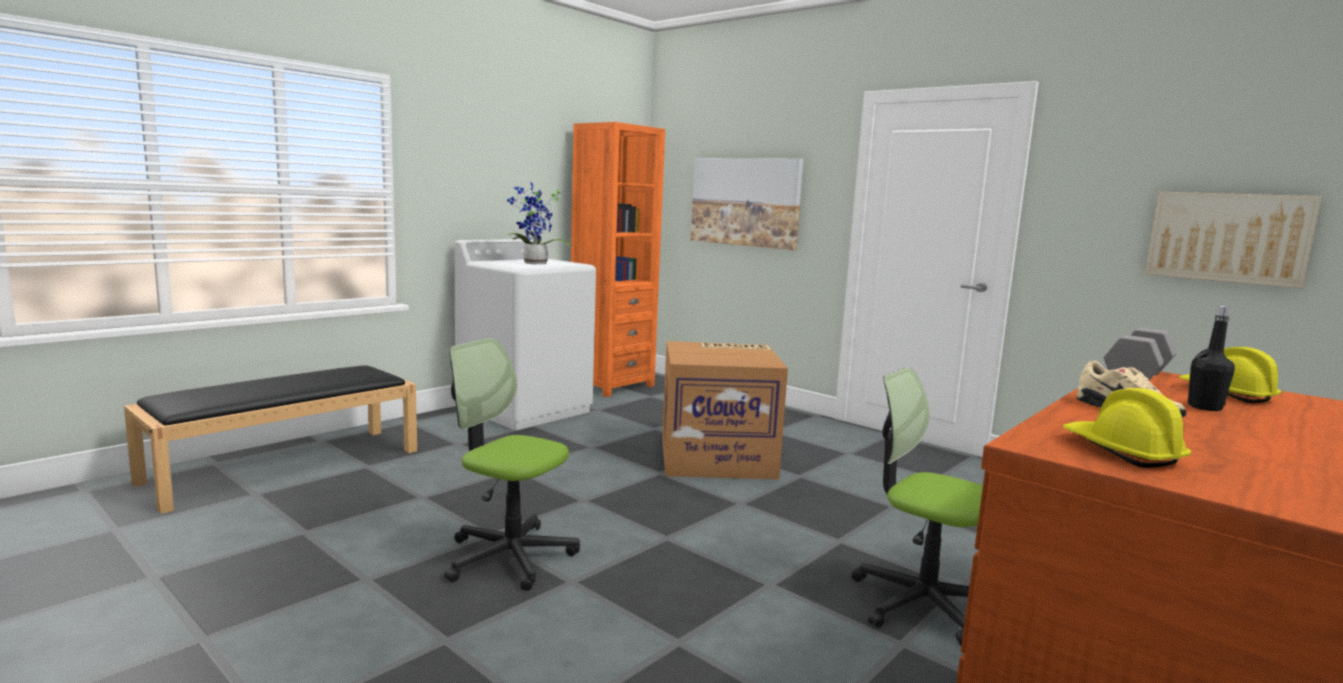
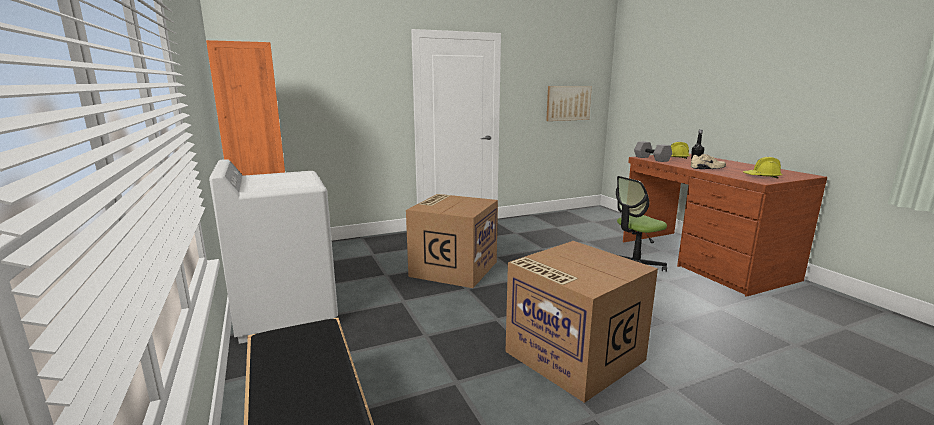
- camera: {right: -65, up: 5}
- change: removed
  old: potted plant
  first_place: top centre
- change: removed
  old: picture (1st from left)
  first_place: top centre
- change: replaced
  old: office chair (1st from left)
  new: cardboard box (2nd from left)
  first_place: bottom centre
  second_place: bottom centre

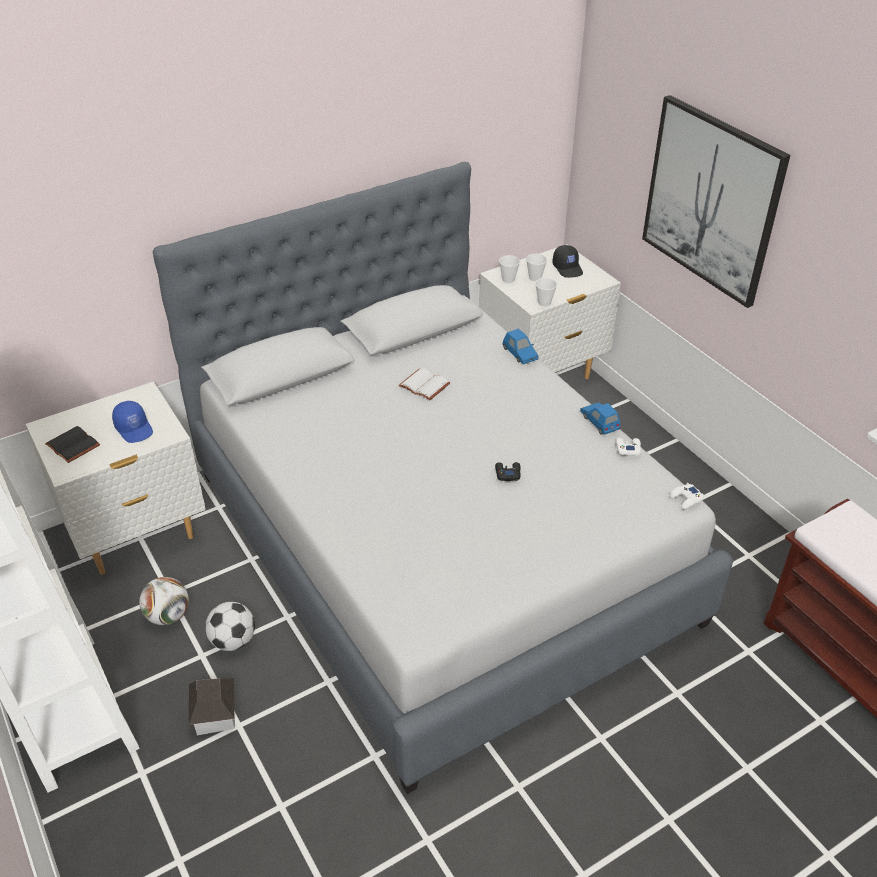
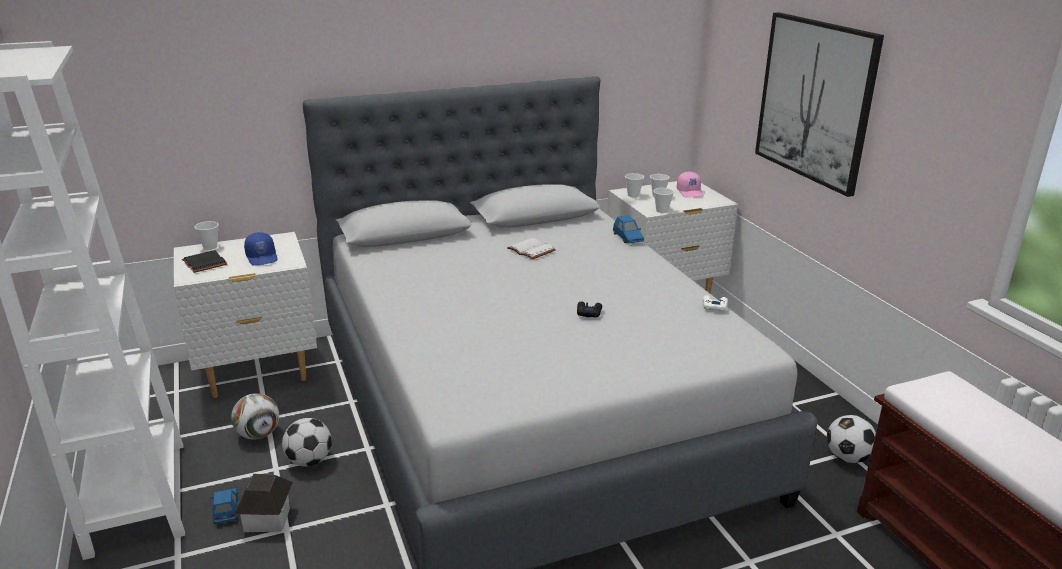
- camera: {right: 10, up: -15}
- change: removed
  old: white game controller (2nd from left)
  first_place: middle right
- change: added
  new: cup (1st from left)
  second_place: middle left
- change: added
  new: football (3rd from left)
  second_place: bottom right
- change: moved
  old: blue toy car (2nd from left in the first image)
  new: blue toy car (1st from left)
  first_place: middle right
  second_place: bottom left
- change: recoloured
  old: black cap
  new: pink cap
  first_place: top centre
  second_place: top centre

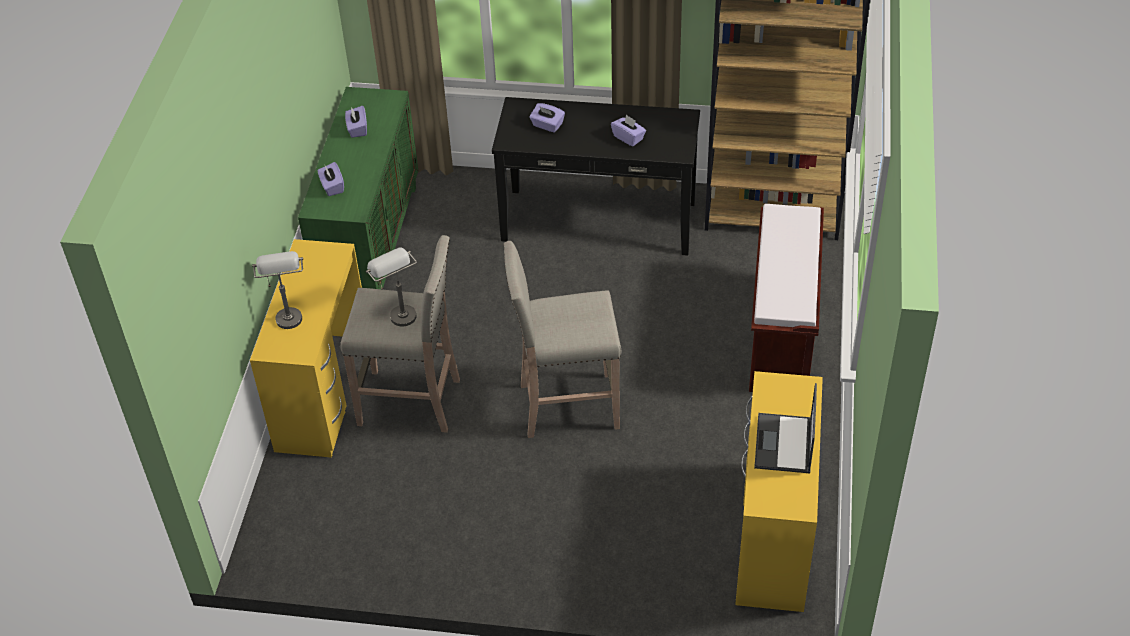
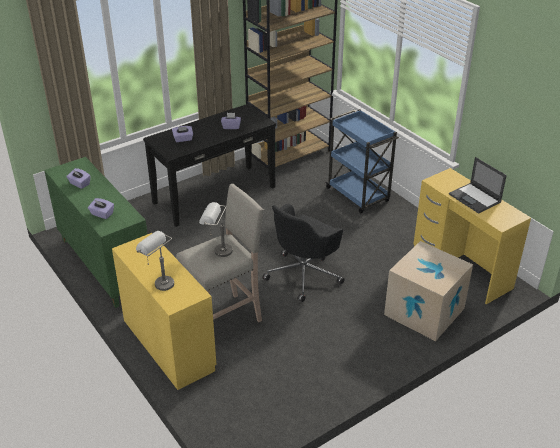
- camera: {right: -45, up: -10}
- change: added
  new: cardboard box
  second_place: middle right
- change: replaced
  old: beige stool (2nd from left)
  new: black office chair
  first_place: centre
  second_place: centre
- change: replaced
  old: brown bench
  new: blue cart
  first_place: middle right
  second_place: centre

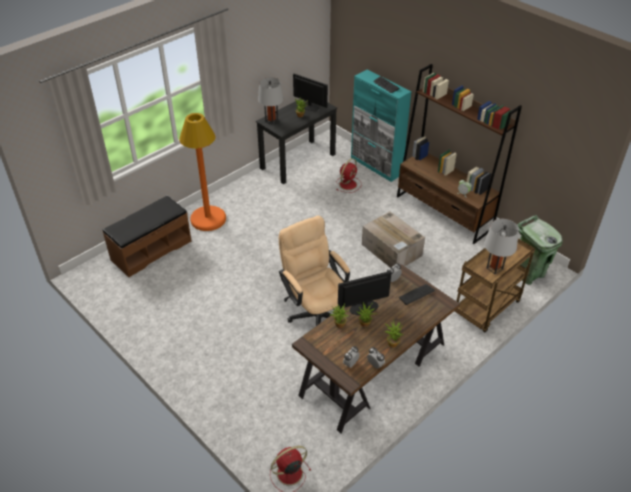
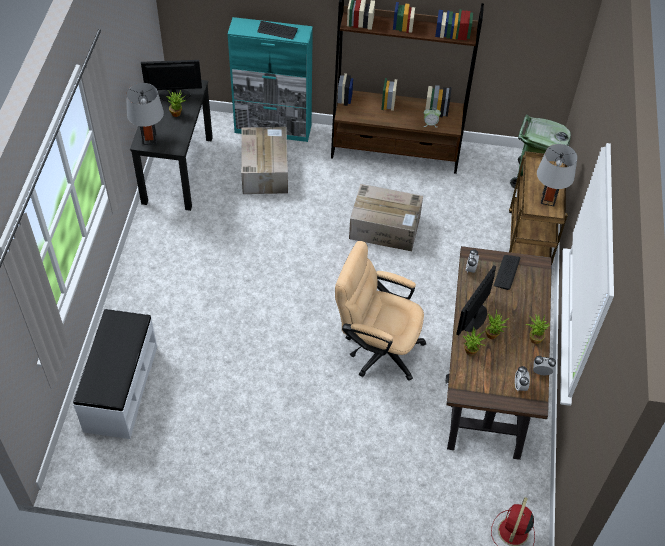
- camera: {right: -40, up: 10}
- change: removed
  old: orange floor lamp
  first_place: middle left
- change: replaced
  old: red fan (2nd from left)
  new: cardboard box (1st from left)
  first_place: centre
  second_place: top centre
- change: recoloured
  old: brown bench
  new: white bench
  first_place: middle left
  second_place: bottom left

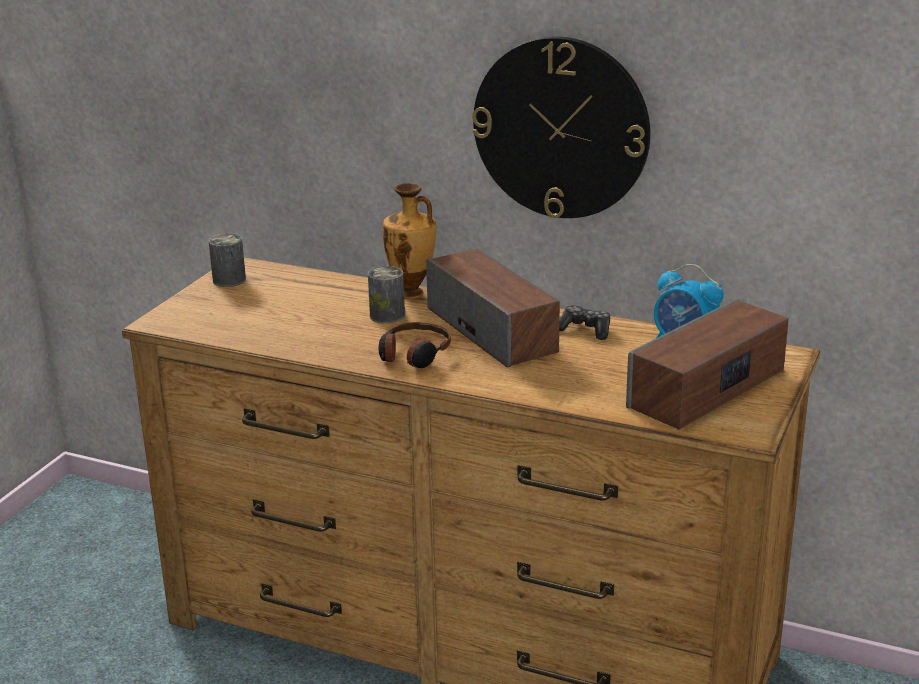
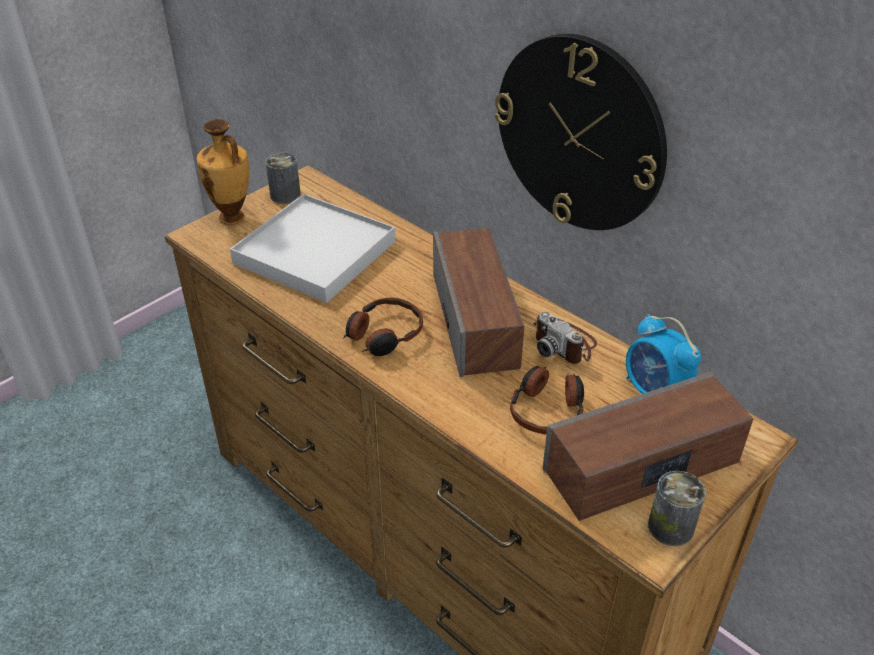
- camera: {right: 20, up: 15}
- change: added
  new: white tray
  second_place: centre
- change: added
  new: headphones (2nd from left)
  second_place: centre
- change: moved
  old: can (2nd from left)
  first_place: centre
  second_place: bottom right
- change: moved
  old: vase
  first_place: centre
  second_place: top left
- change: replaced
  old: game controller
  new: photo camera
  first_place: centre
  second_place: centre

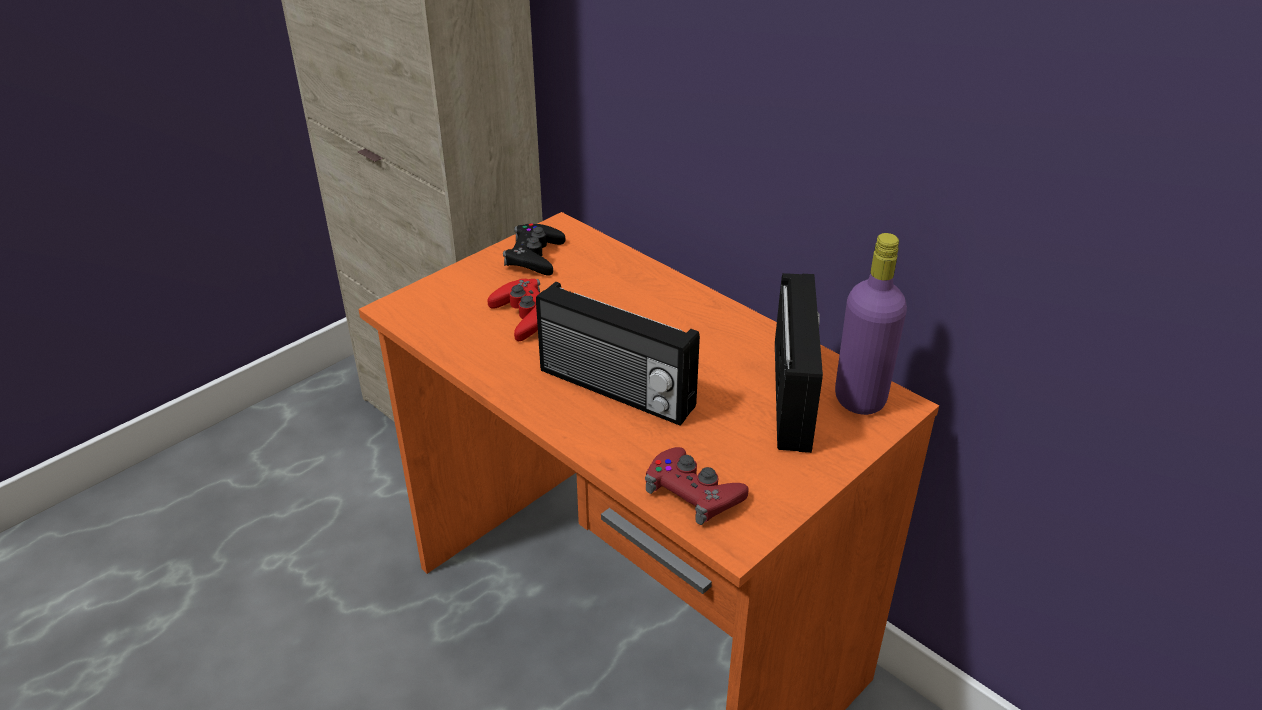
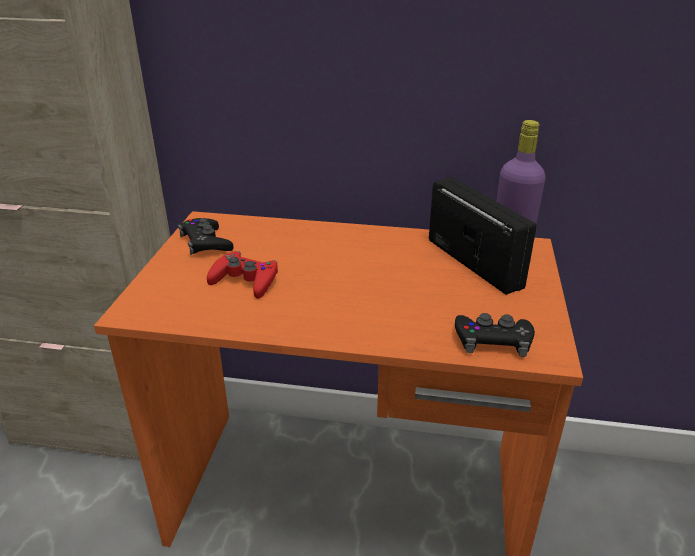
- camera: {right: -35, up: -5}
- change: removed
  old: radio (1st from left)
  first_place: centre
- change: recoloured
  old: red game controller (2nd from left)
  new: black game controller (2nd from left)
  first_place: bottom centre
  second_place: middle right

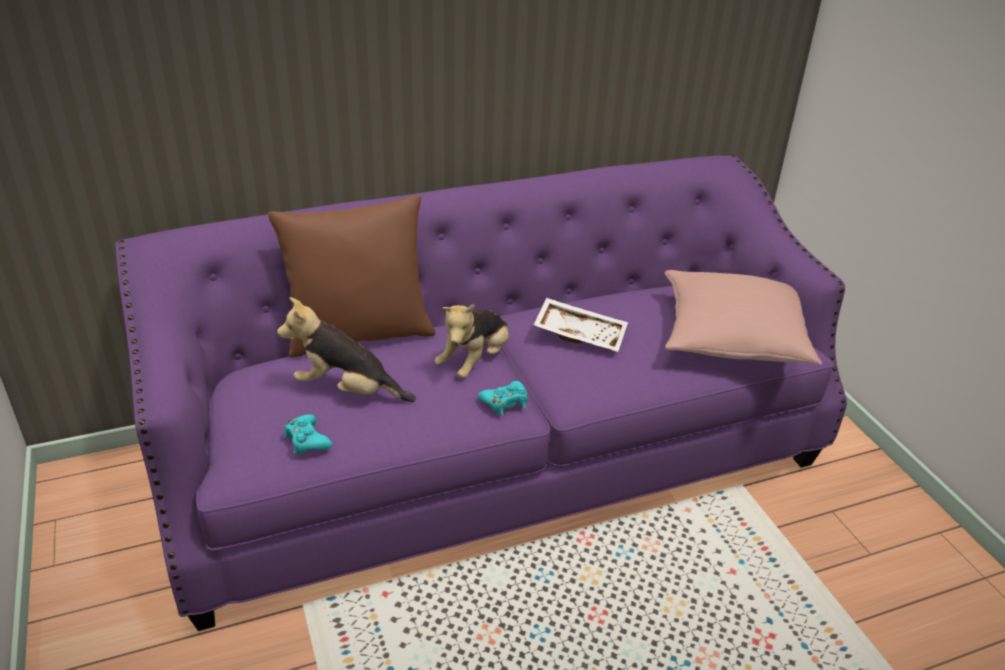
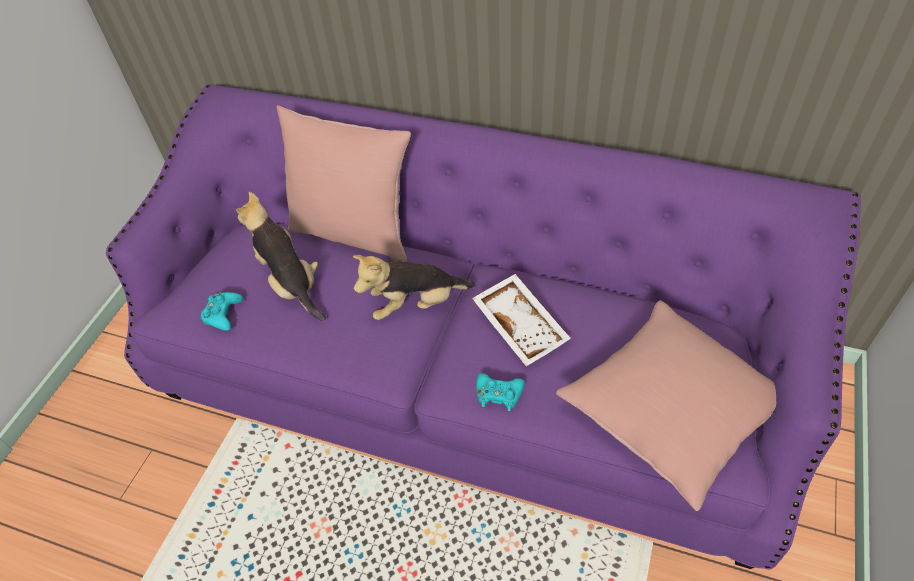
- camera: {right: 45, up: 15}
- change: moved
  old: turquoise game controller (2nd from left)
  first_place: centre
  second_place: bottom centre
- change: recoloured
  old: brown pillow
  new: pink pillow (1st from left)
  first_place: centre
  second_place: top centre

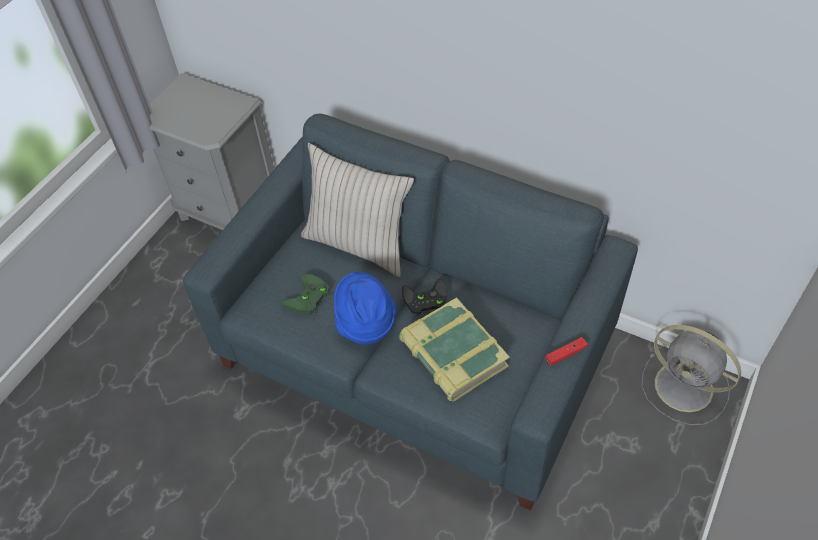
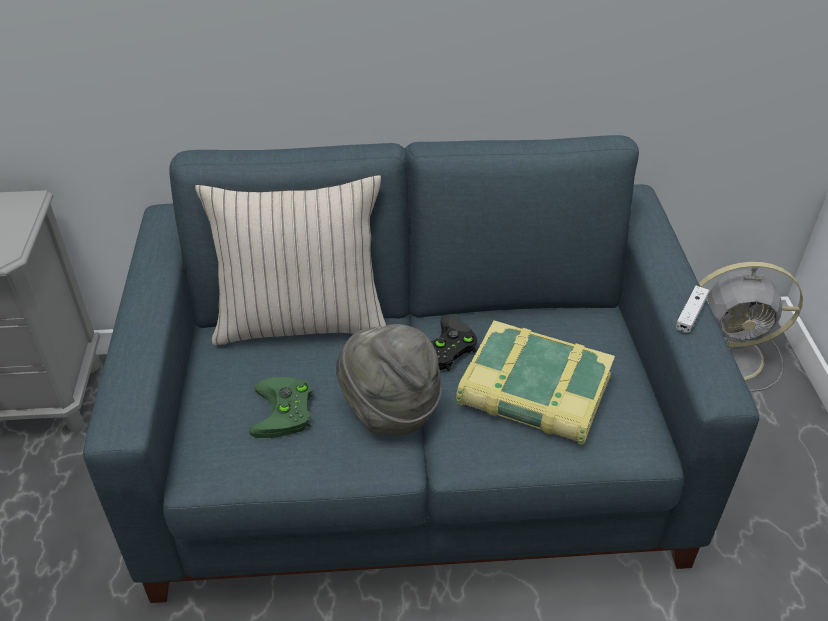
- camera: {right: -35, up: -10}
- change: recoloured
  old: blue hat
  new: grey hat
  first_place: centre
  second_place: centre
- change: recoloured
  old: red game controller
  new: white game controller
  first_place: middle right
  second_place: middle right

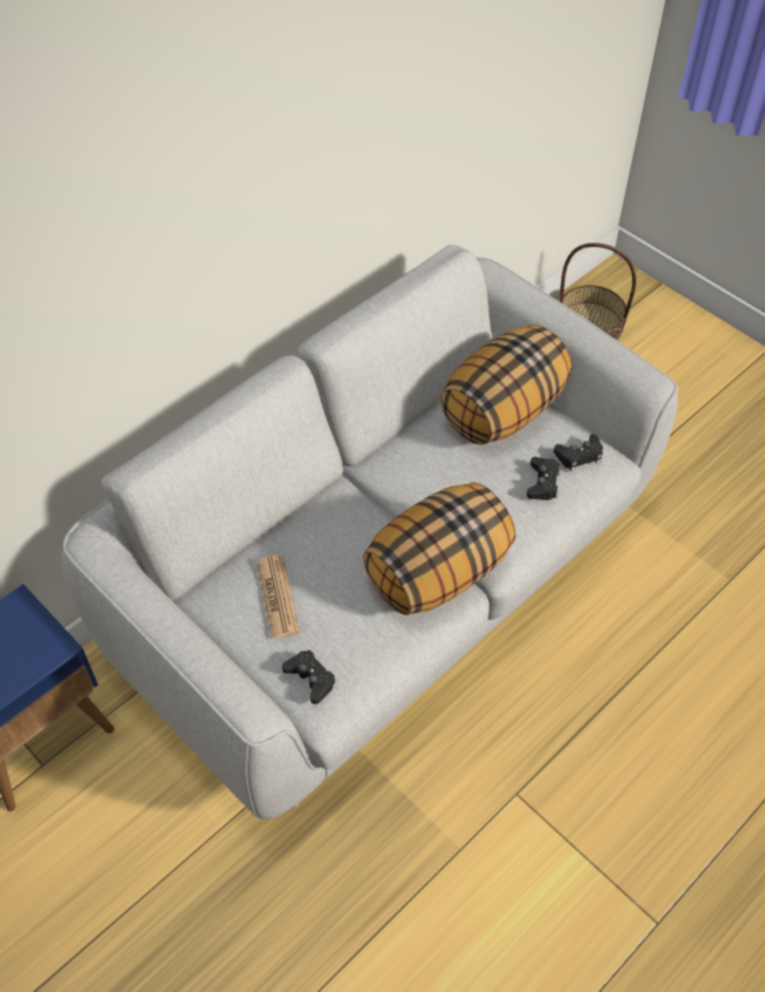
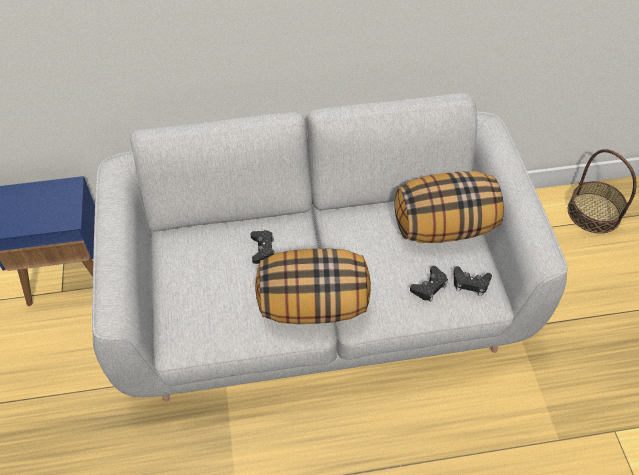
- camera: {right: 35, up: 0}
- change: removed
  old: newspaper
  first_place: centre
- change: moved
  old: black game controller (1st from left)
  first_place: bottom centre
  second_place: centre

